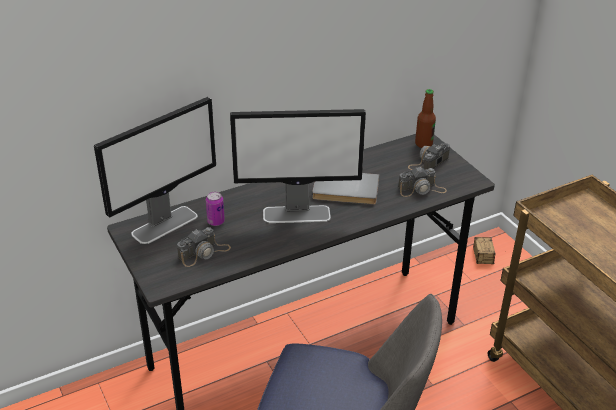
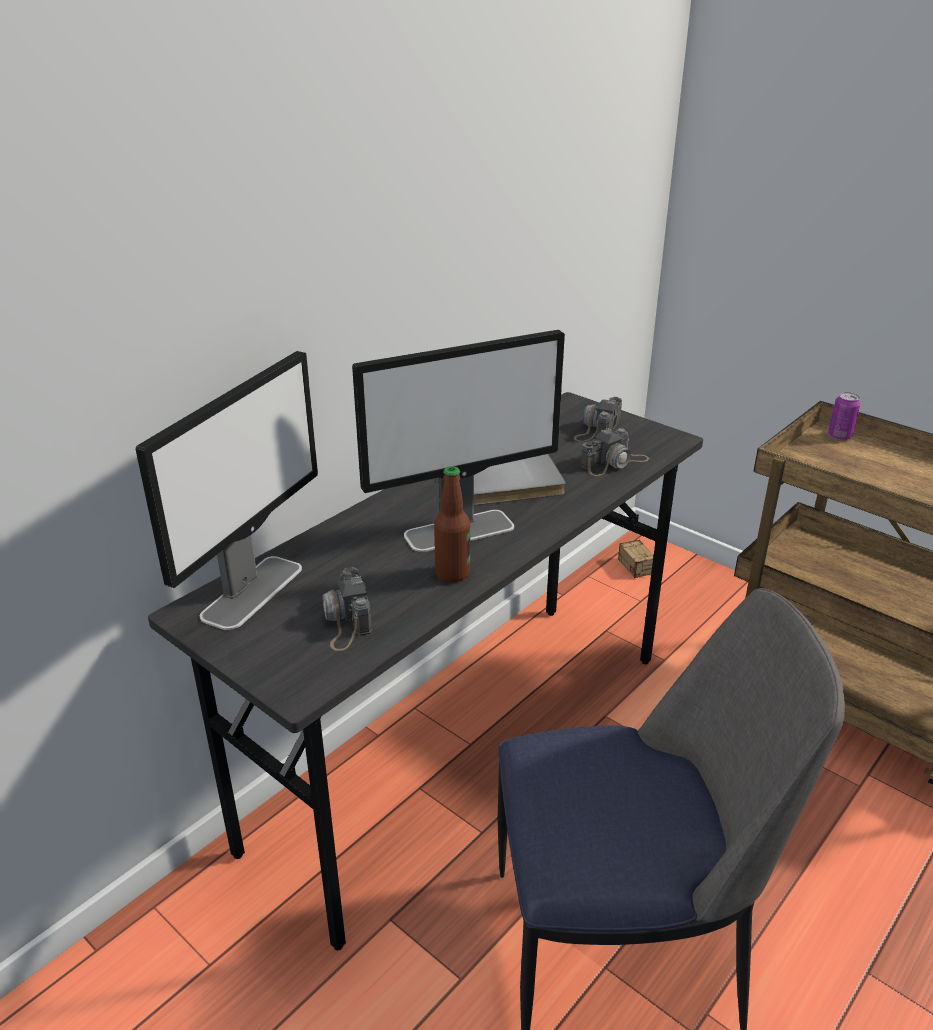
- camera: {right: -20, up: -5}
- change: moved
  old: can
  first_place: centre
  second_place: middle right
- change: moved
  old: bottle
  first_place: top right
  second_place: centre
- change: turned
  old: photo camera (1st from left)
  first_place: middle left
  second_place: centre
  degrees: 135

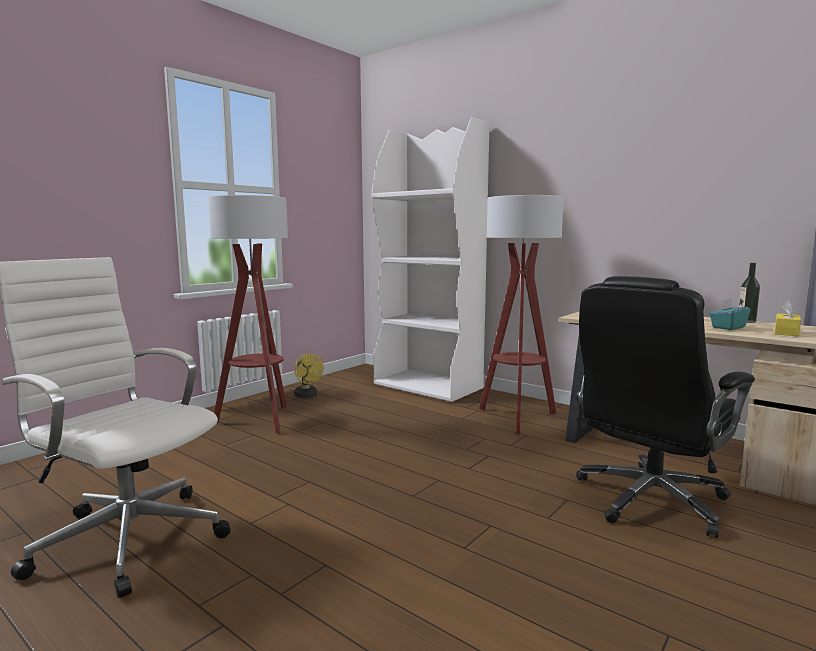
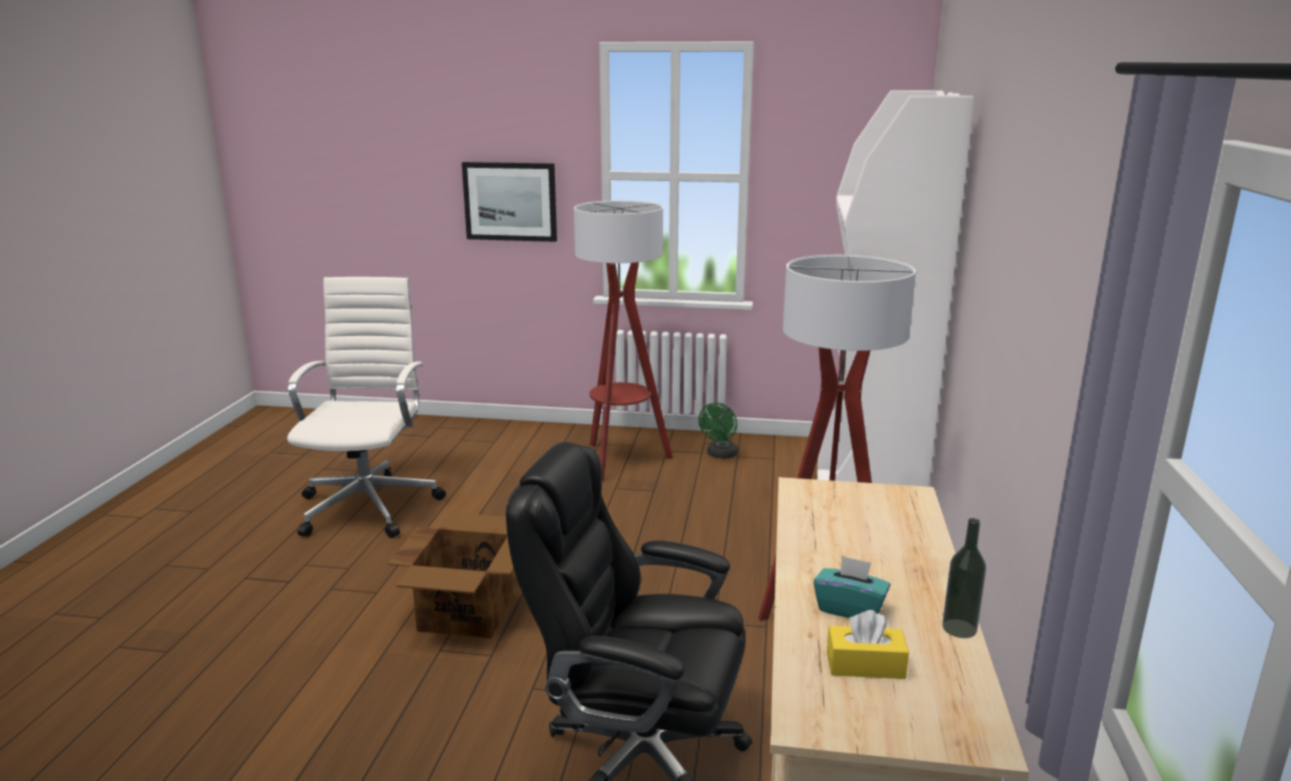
- camera: {right: 60, up: 10}
- change: added
  new: cardboard box
  second_place: bottom centre
- change: added
  new: picture
  second_place: top centre
- change: recoloured
  old: yellow fan
  new: green fan
  first_place: centre
  second_place: centre

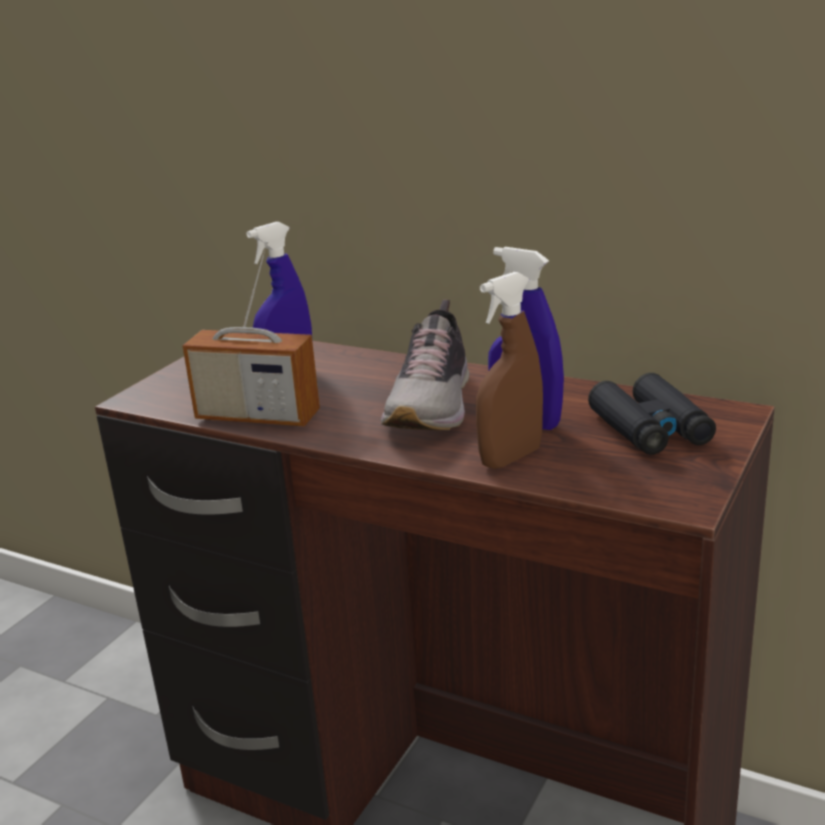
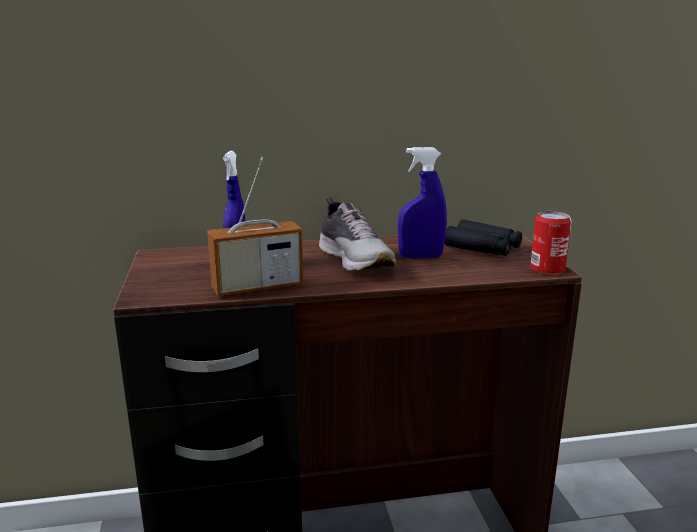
- camera: {right: -40, up: -5}
- change: removed
  old: brown spray bottle
  first_place: centre
- change: added
  new: can
  second_place: middle right

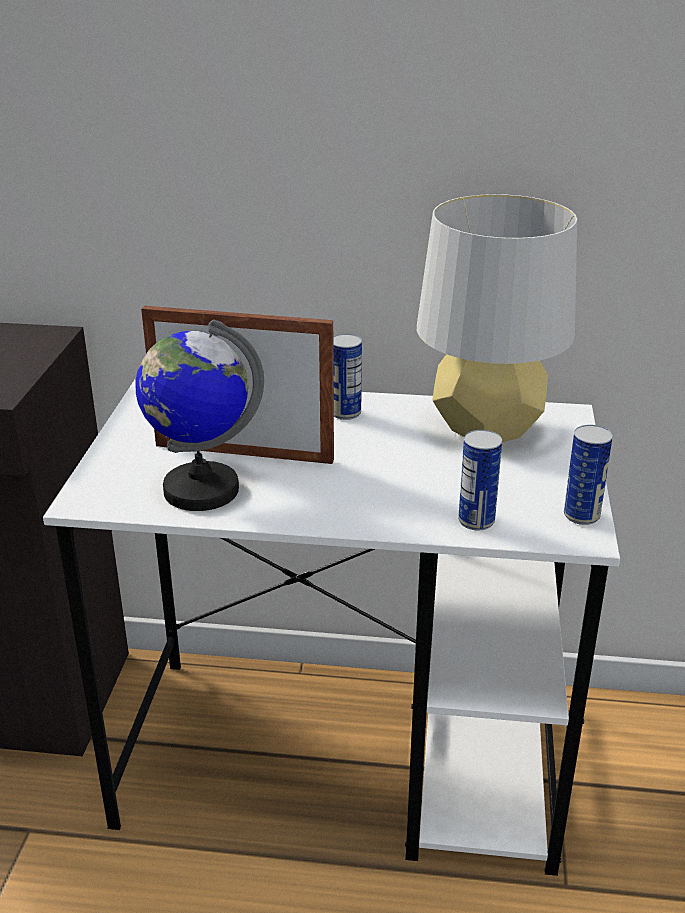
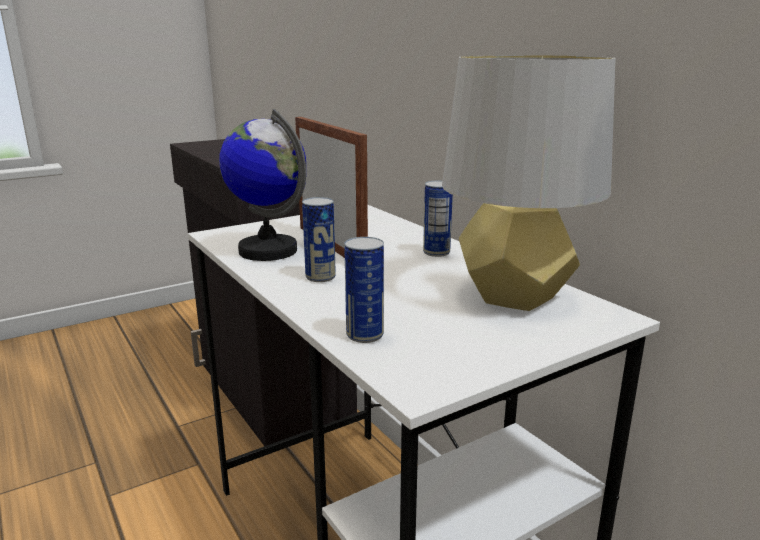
- camera: {right: 50, up: -10}
- change: moved
  old: can (3rd from left in the first image)
  new: can (1st from left)
  first_place: middle right
  second_place: centre

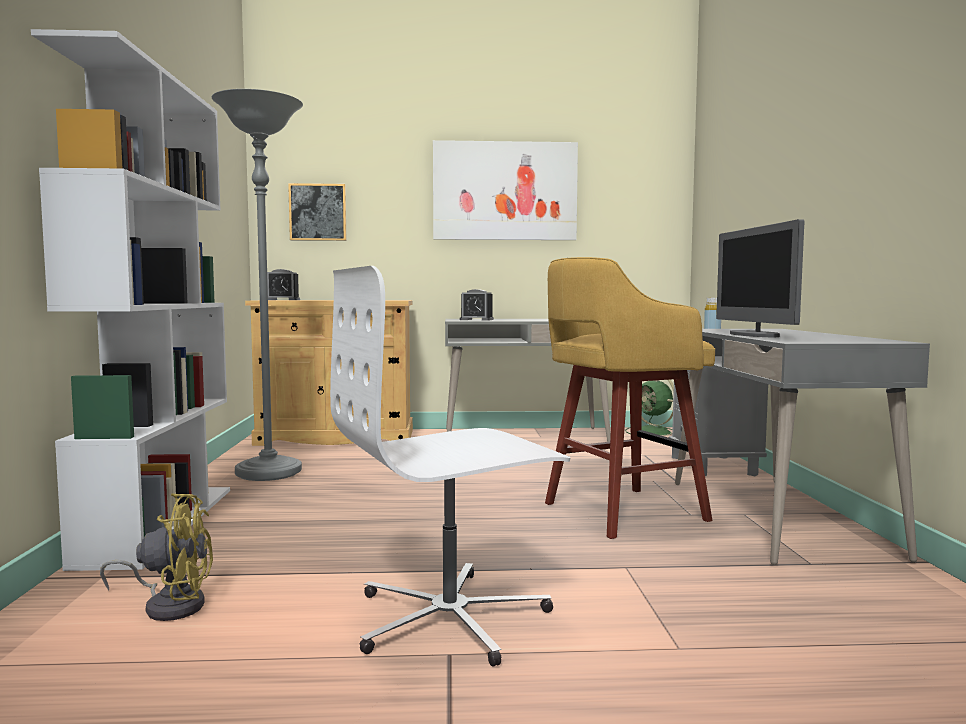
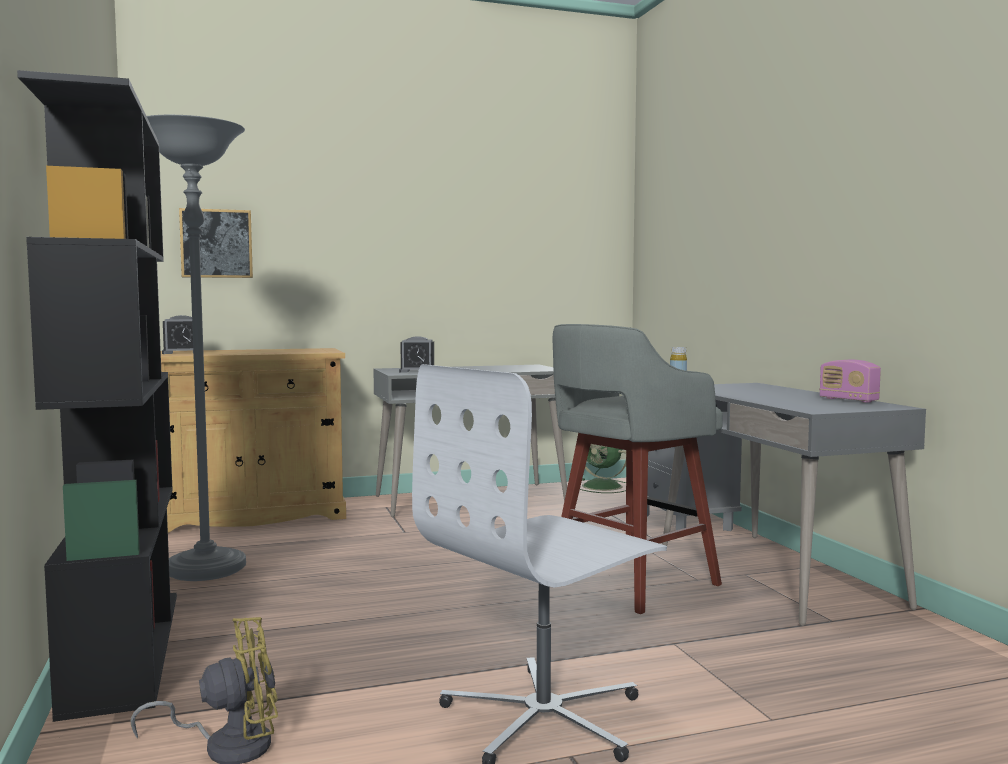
- camera: {right: -15, up: 0}
- change: removed
  old: picture (2nd from left)
  first_place: top centre
- change: removed
  old: monitor
  first_place: middle right
- change: added
  new: radio
  second_place: middle right
- change: recoloured
  old: white bookcase
  new: black bookcase
  first_place: middle left
  second_place: middle left
- change: recoloured
  old: yellow stool
  new: grey stool
  first_place: centre
  second_place: centre

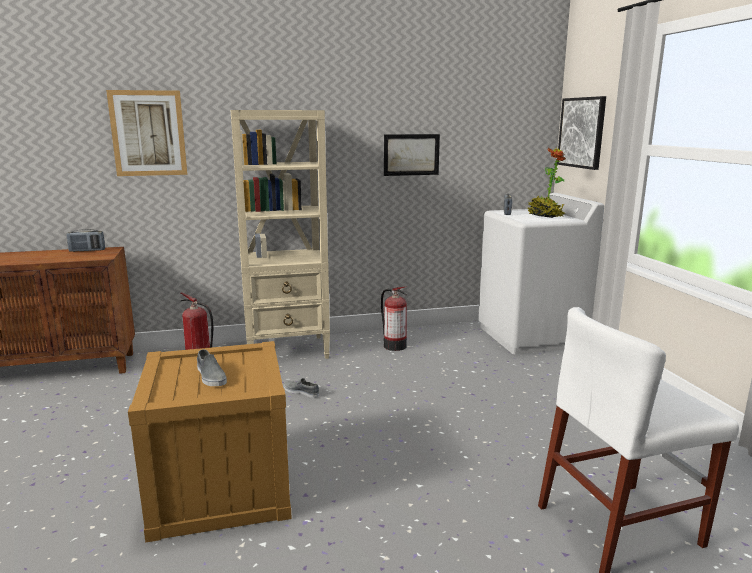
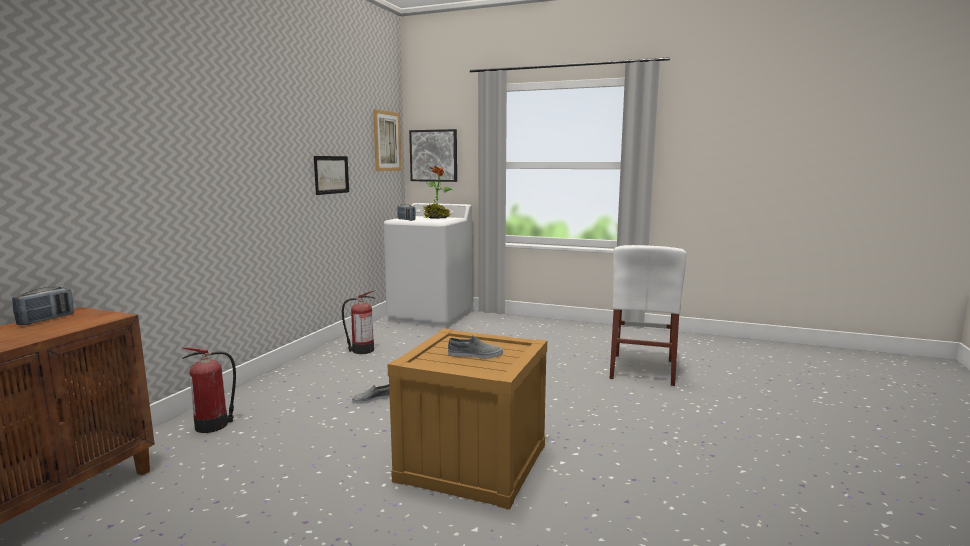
- camera: {right: -55, up: -5}
- change: removed
  old: beige bookcase
  first_place: centre
- change: moved
  old: picture (1st from left in the first image)
  new: picture (2nd from left)
  first_place: top left
  second_place: top centre

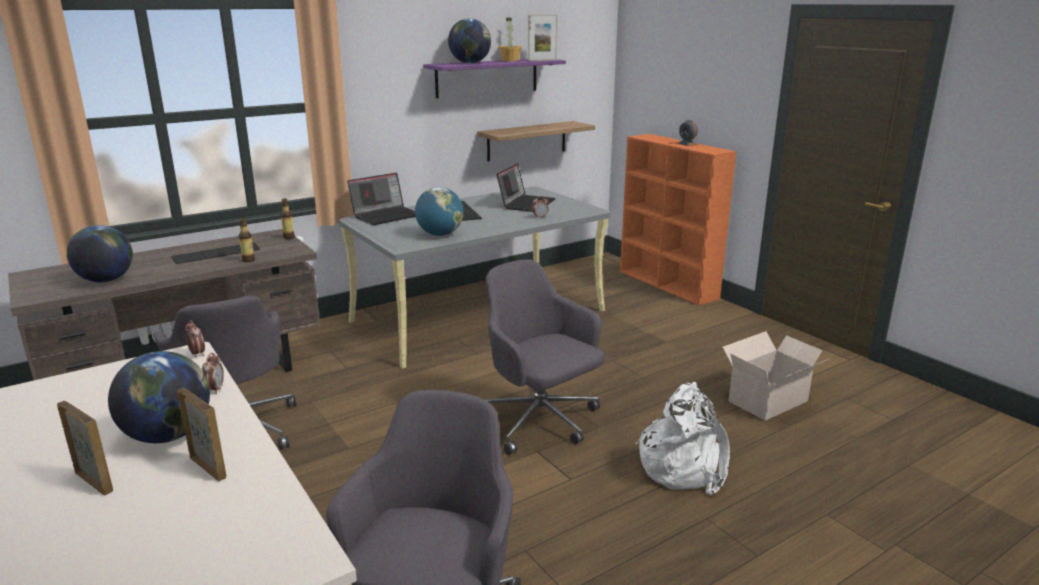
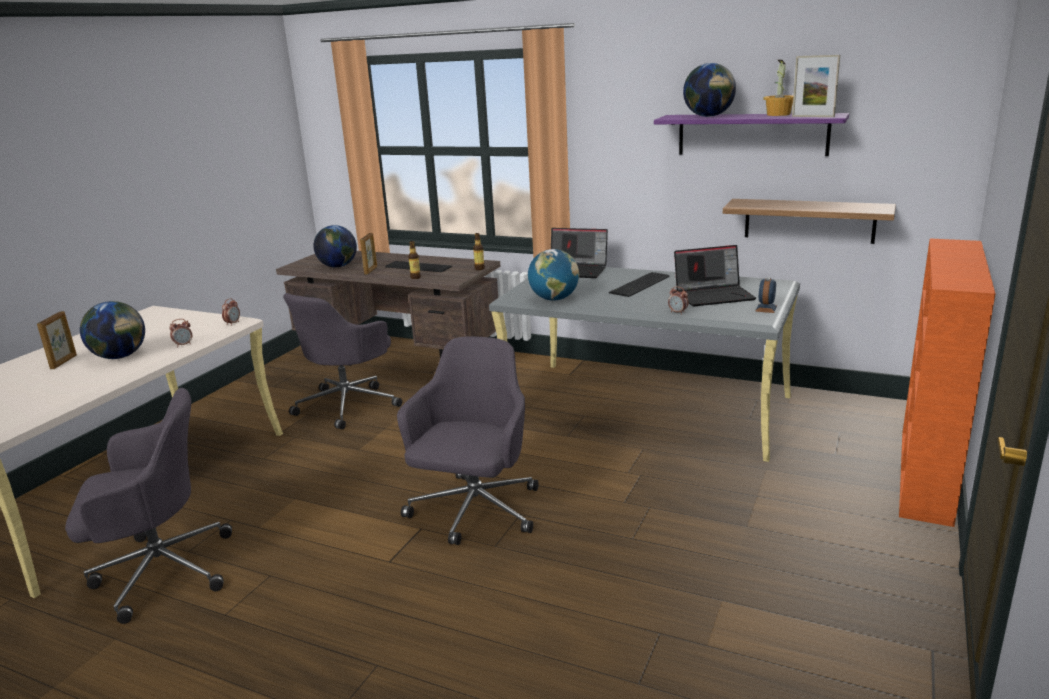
- camera: {right: 60, up: 0}
- change: removed
  old: white backpack
  first_place: bottom centre
- change: removed
  old: cardboard box
  first_place: middle right
- change: moved
  old: picture frame (2nd from left)
  first_place: bottom left
  second_place: centre
- change: moved
  old: alarm clock (4th from left)
  first_place: top centre
  second_place: middle right

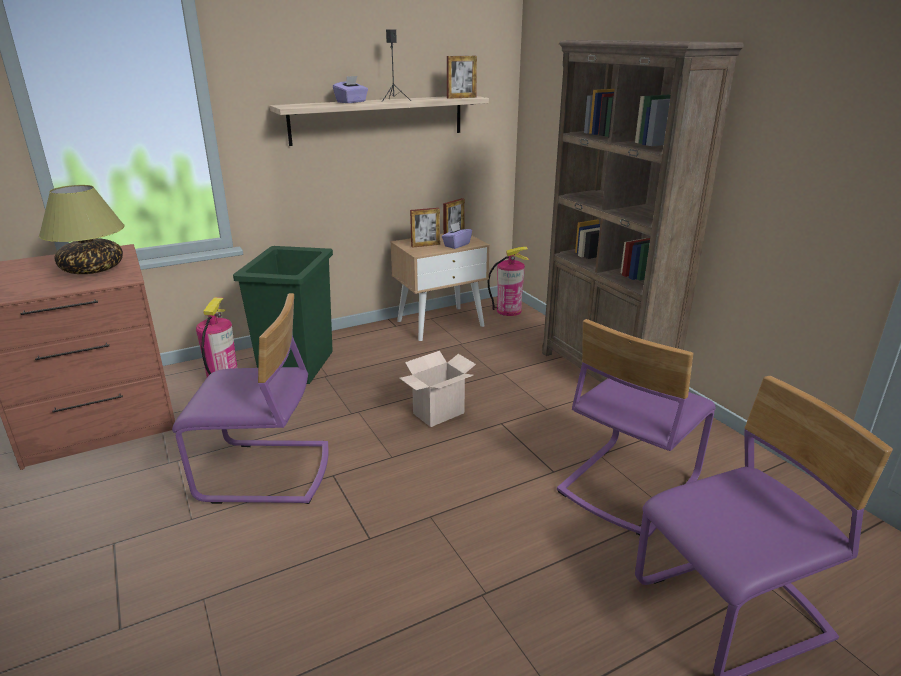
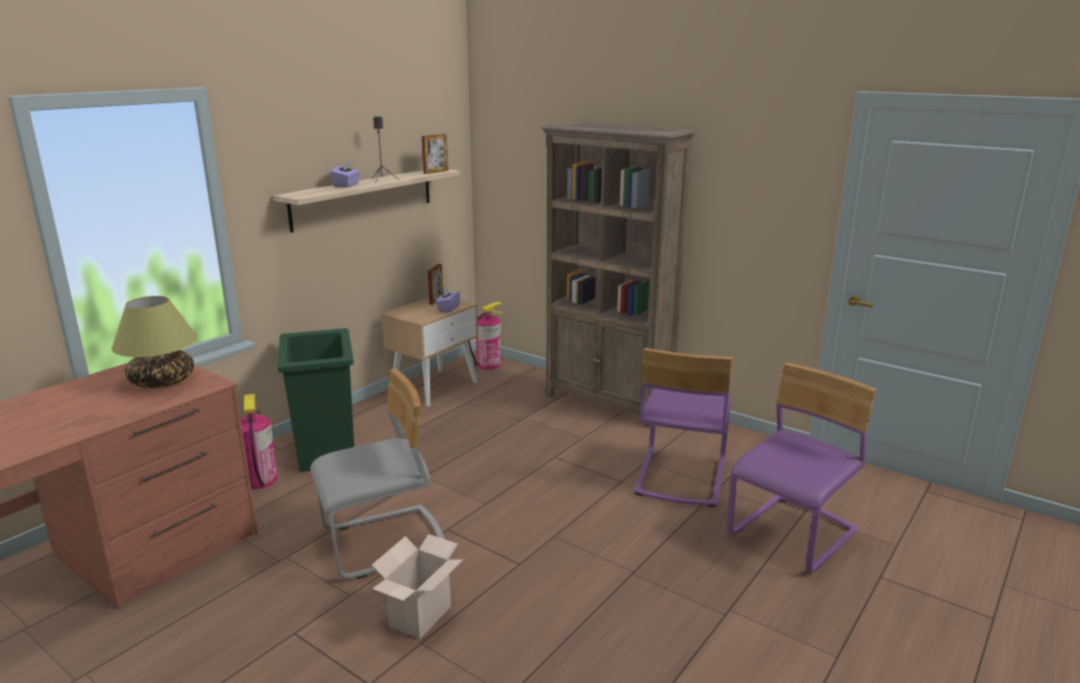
- camera: {right: -25, up: -5}
- change: removed
  old: picture frame (1st from left)
  first_place: centre
- change: moved
  old: cardboard box
  first_place: centre
  second_place: bottom centre
- change: recoloured
  old: purple chair (1st from left)
  new: grey chair
  first_place: middle left
  second_place: bottom centre

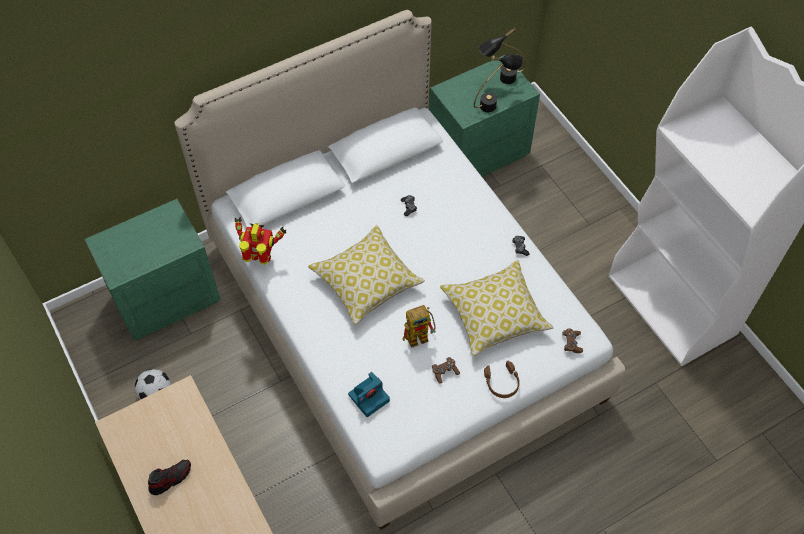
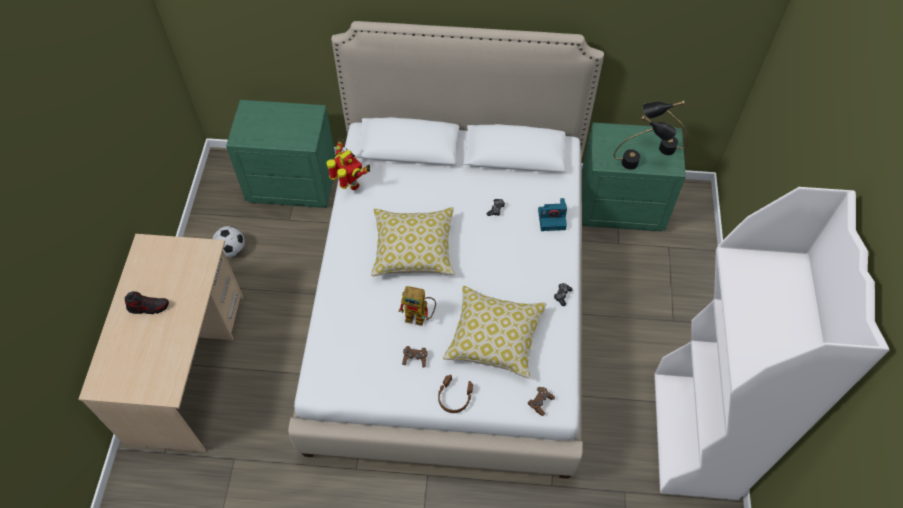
- camera: {right: 35, up: 0}
- change: moved
  old: photo camera
  first_place: bottom centre
  second_place: centre

